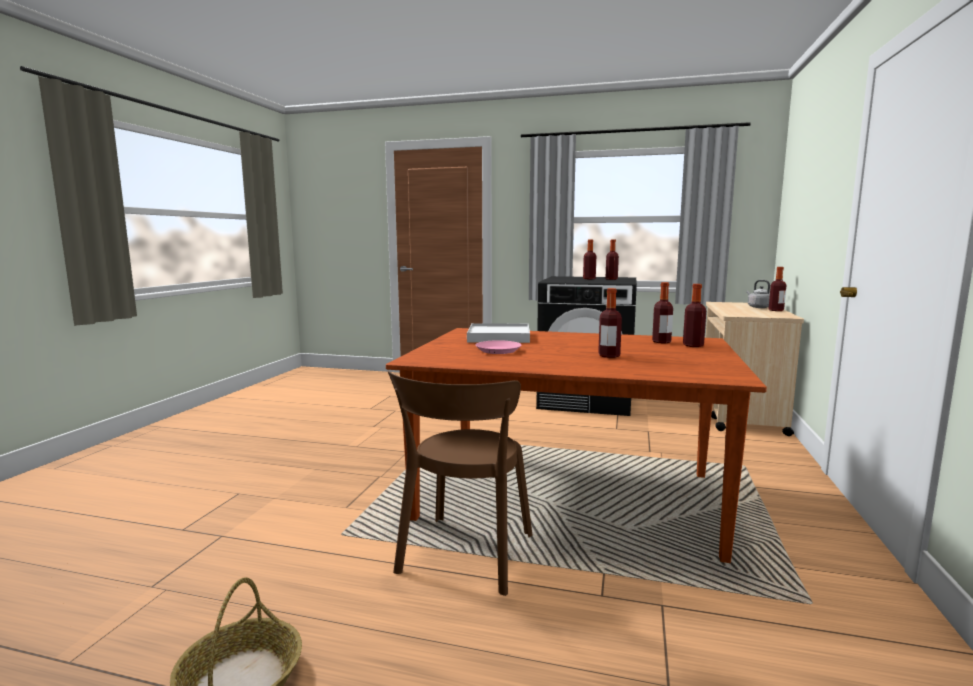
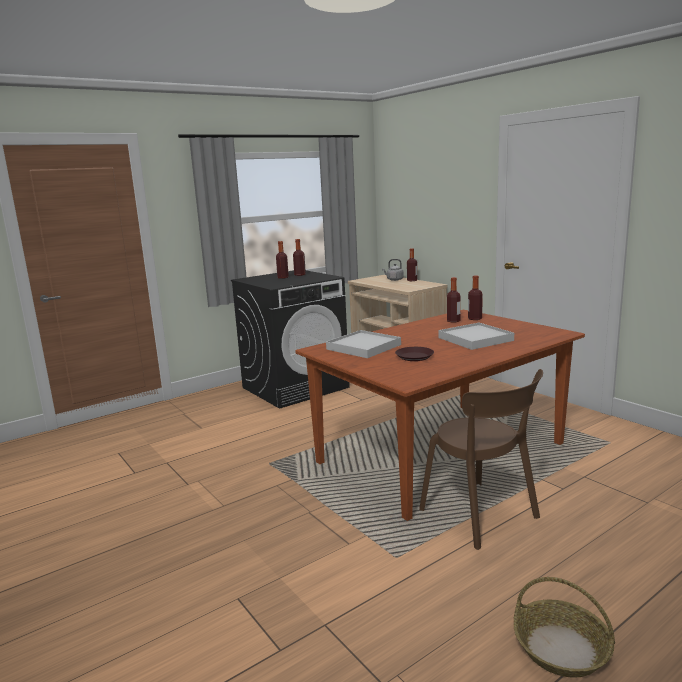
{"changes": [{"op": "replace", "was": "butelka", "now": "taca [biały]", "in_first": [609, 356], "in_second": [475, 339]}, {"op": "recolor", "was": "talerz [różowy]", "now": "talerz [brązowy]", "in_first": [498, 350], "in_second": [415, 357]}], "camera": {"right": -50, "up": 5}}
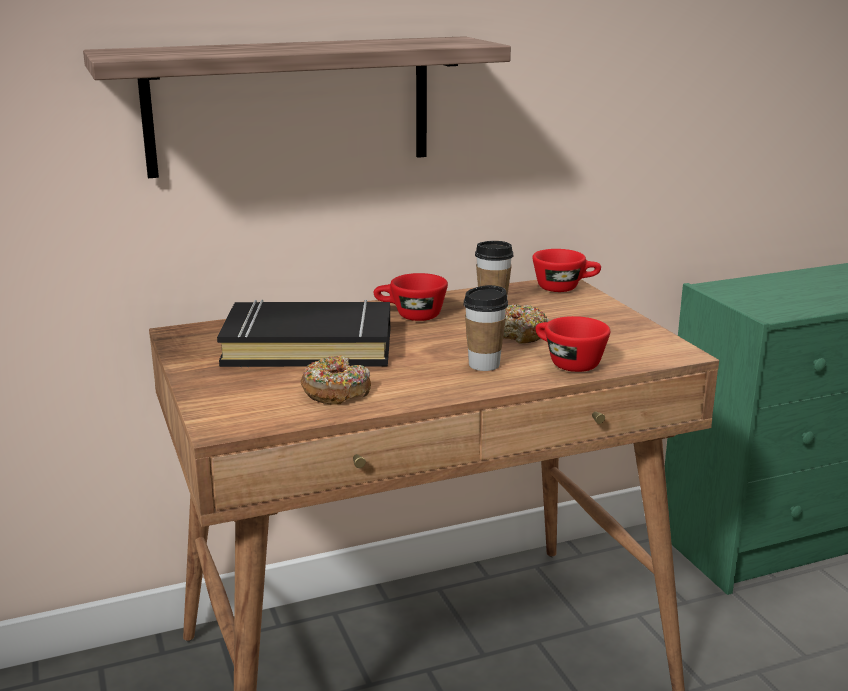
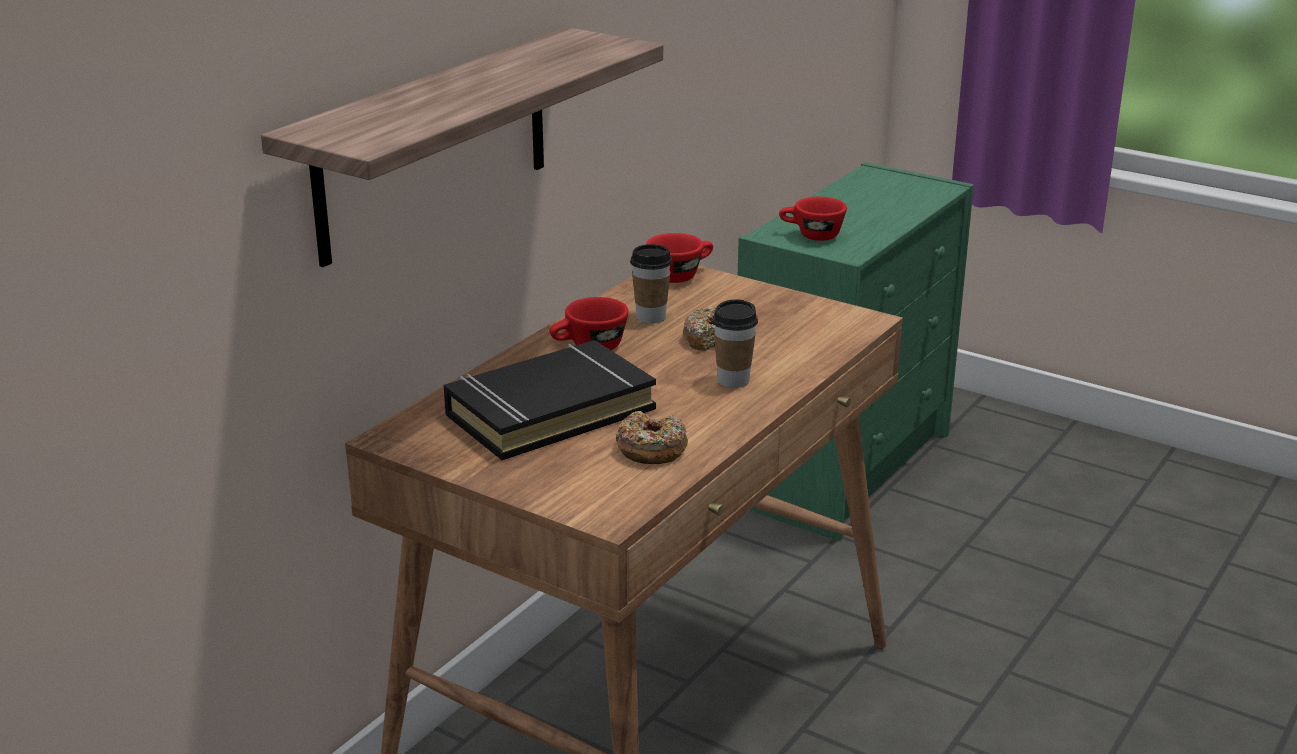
{"changes": [{"op": "move", "was": "filiżanka [czerwony]", "in_first": [567, 363], "in_second": [811, 235]}], "camera": {"right": -35, "up": 5}}
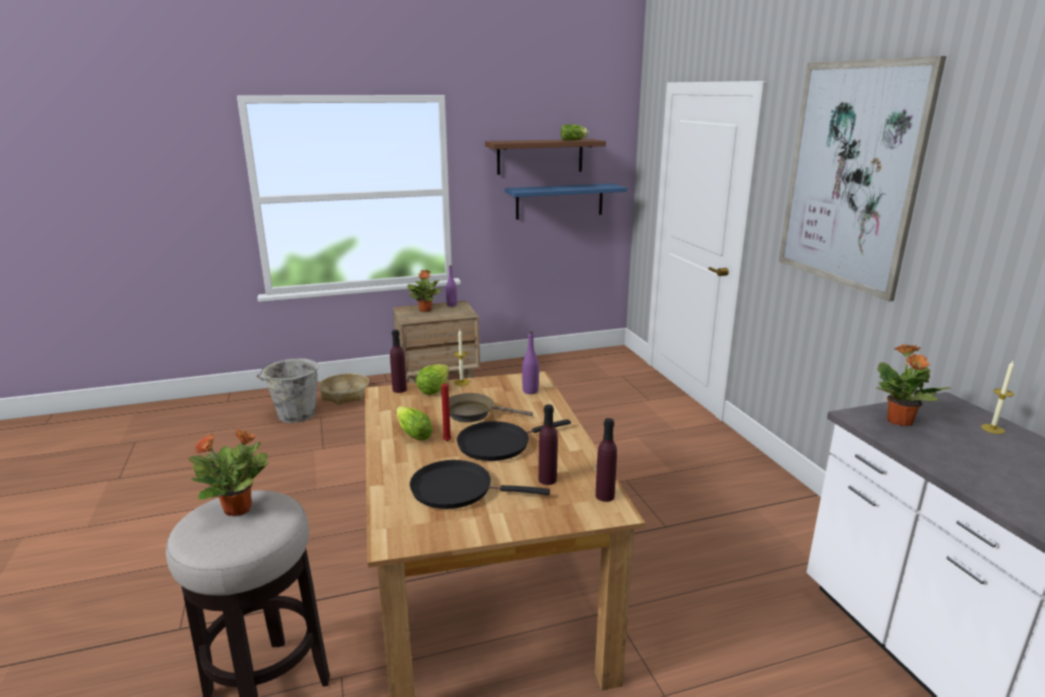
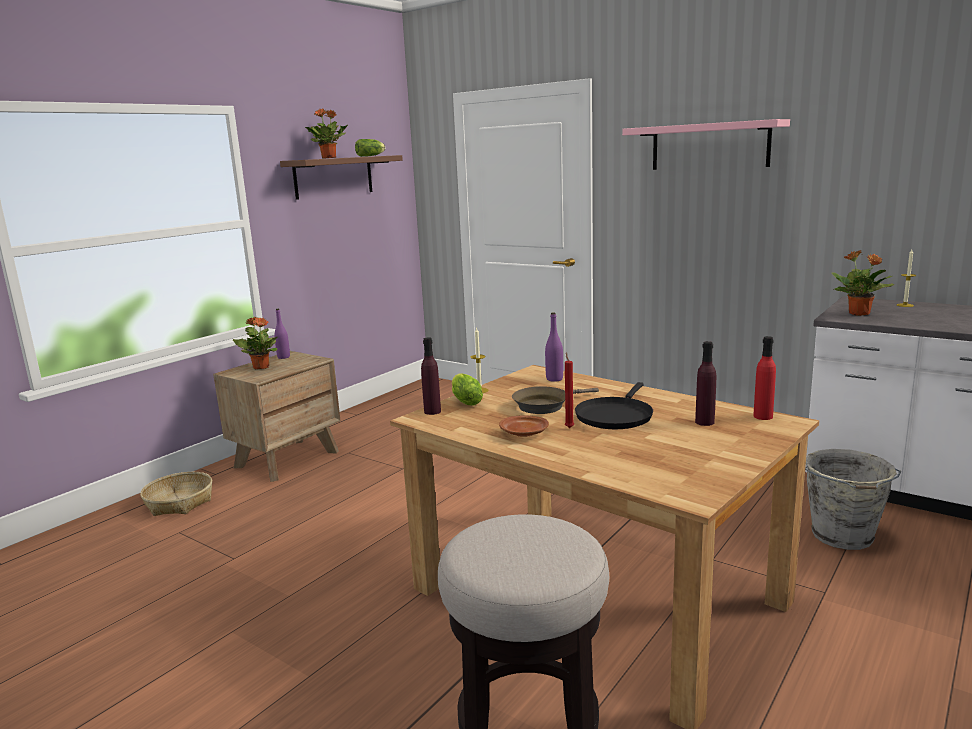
{"changes": [{"op": "replace", "was": "obraz", "now": "półka [różowy]", "in_first": [851, 175], "in_second": [709, 146]}, {"op": "delete", "was": "półka [niebieski]", "in_first": [559, 201]}, {"op": "move", "was": "wiadro [szary]", "in_first": [295, 415], "in_second": [842, 537]}, {"op": "replace", "was": "sałata", "now": "talerz [brązowy]", "in_first": [412, 433], "in_second": [525, 433]}, {"op": "recolor", "was": "butelka [fioletowy]", "now": "butelka [czerwony]", "in_first": [605, 496], "in_second": [763, 416]}, {"op": "move", "was": "roślina doniczkowa", "in_first": [239, 509], "in_second": [329, 158]}, {"op": "delete", "was": "patelnia [czarny]", "in_first": [457, 489]}], "camera": {"right": -35, "up": -5}}
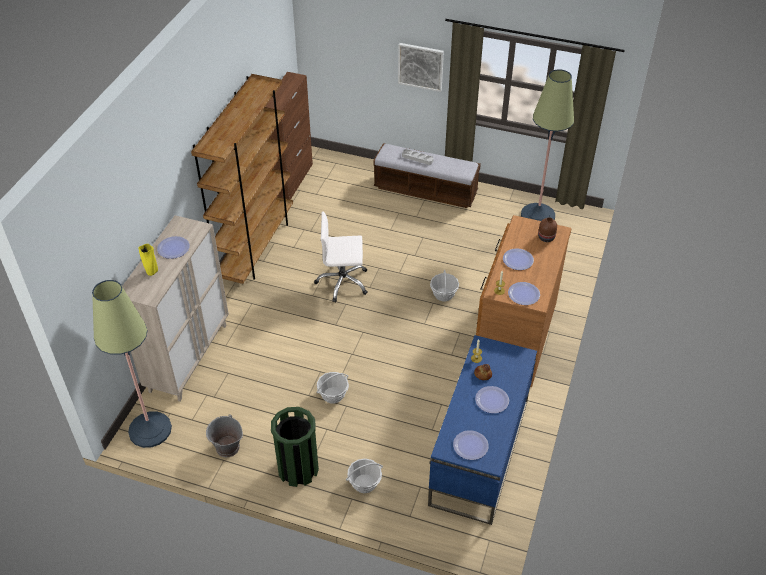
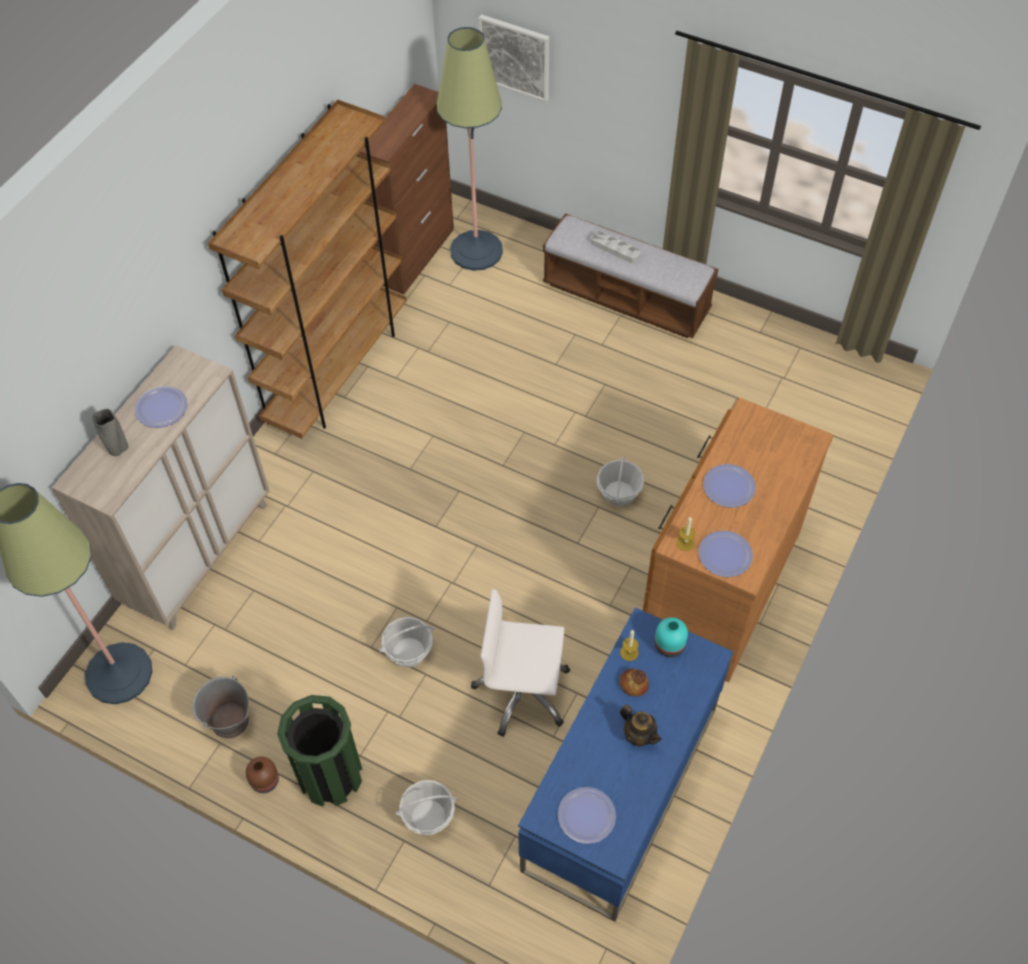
{"changes": [{"op": "move", "was": "obraz", "in_first": [420, 66], "in_second": [515, 57]}, {"op": "move", "was": "lampa stojąca", "in_first": [537, 215], "in_second": [476, 251]}, {"op": "move", "was": "krzesło biurowe [biały]", "in_first": [343, 282], "in_second": [522, 692]}, {"op": "move", "was": "wazon [brązowy]", "in_first": [546, 238], "in_second": [264, 781]}, {"op": "recolor", "was": "wazon [żółty]", "now": "wazon [szary]", "in_first": [151, 272], "in_second": [118, 449]}, {"op": "replace", "was": "talerz", "now": "imbryk", "in_first": [492, 400], "in_second": [639, 735]}, {"op": "insert", "now": "wazon [turkusowy]", "in_second": [669, 645]}], "camera": {"right": 10, "up": 10}}
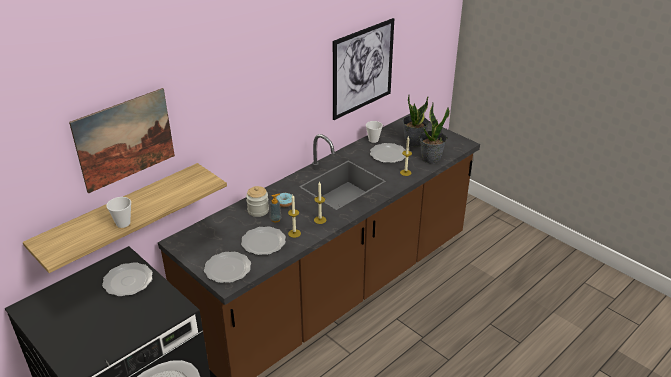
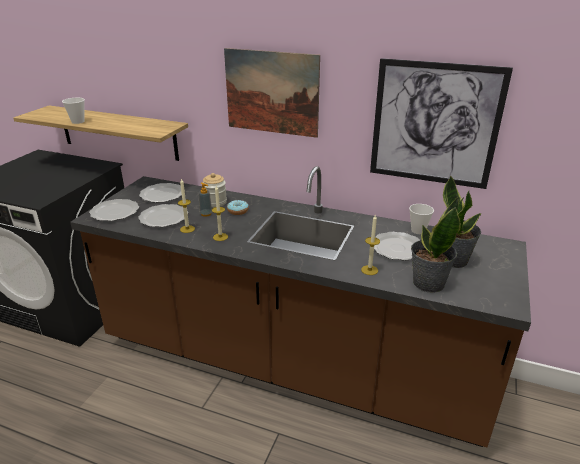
{"changes": [{"op": "move", "was": "obraz", "in_first": [125, 139], "in_second": [271, 92]}, {"op": "move", "was": "talerz", "in_first": [128, 280], "in_second": [163, 194]}], "camera": {"right": 65, "up": -5}}
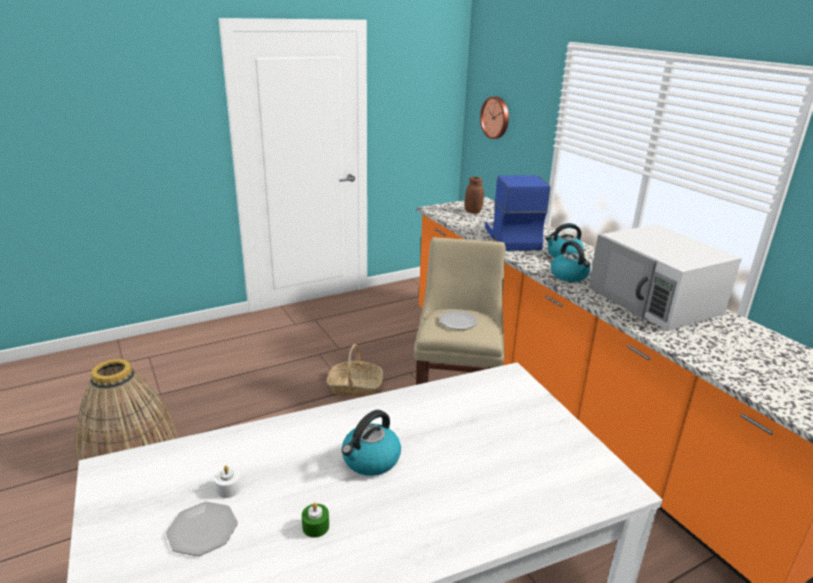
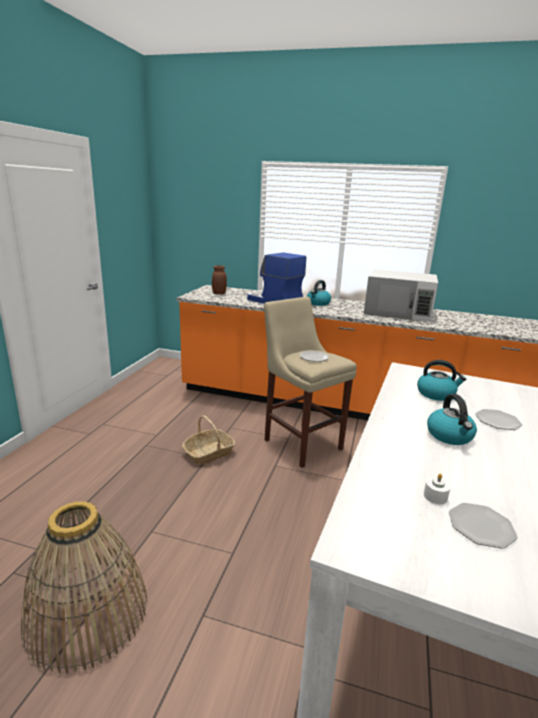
{"changes": [{"op": "delete", "was": "zegar ścienny", "in_first": [496, 117]}, {"op": "move", "was": "czajnik", "in_first": [569, 276], "in_second": [436, 394]}, {"op": "delete", "was": "świeca [zielony]", "in_first": [315, 526]}, {"op": "insert", "now": "talerz", "in_second": [497, 421]}], "camera": {"right": -45, "up": -5}}
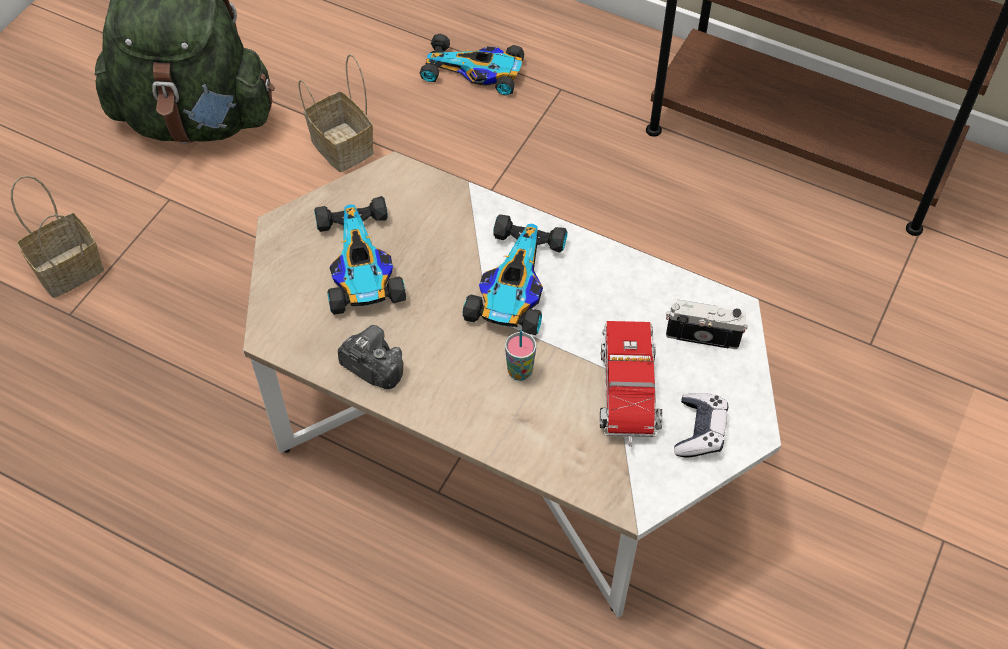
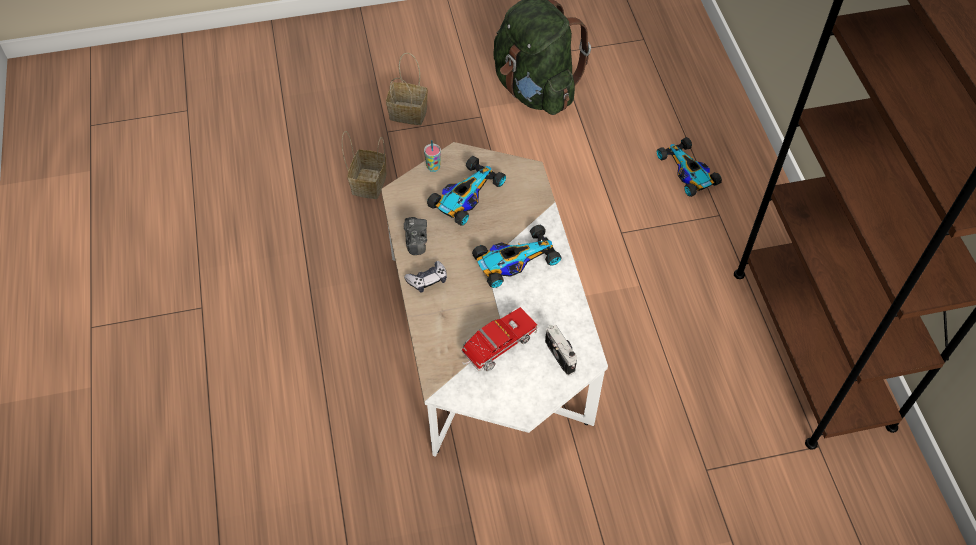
{"changes": [{"op": "move", "was": "koszyk", "in_first": [340, 146], "in_second": [368, 182]}, {"op": "move", "was": "filiżanka", "in_first": [520, 372], "in_second": [433, 167]}, {"op": "move", "was": "pad do gier", "in_first": [700, 431], "in_second": [427, 280]}], "camera": {"right": 50, "up": 0}}
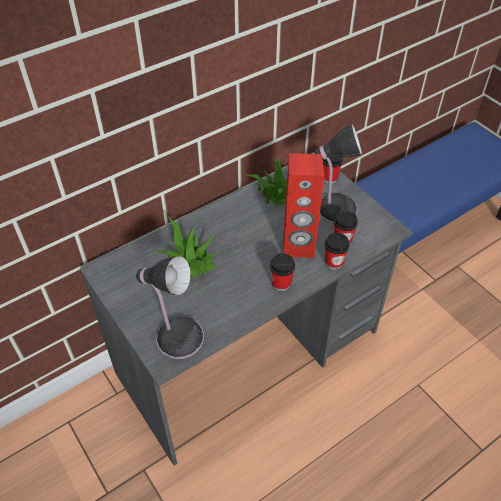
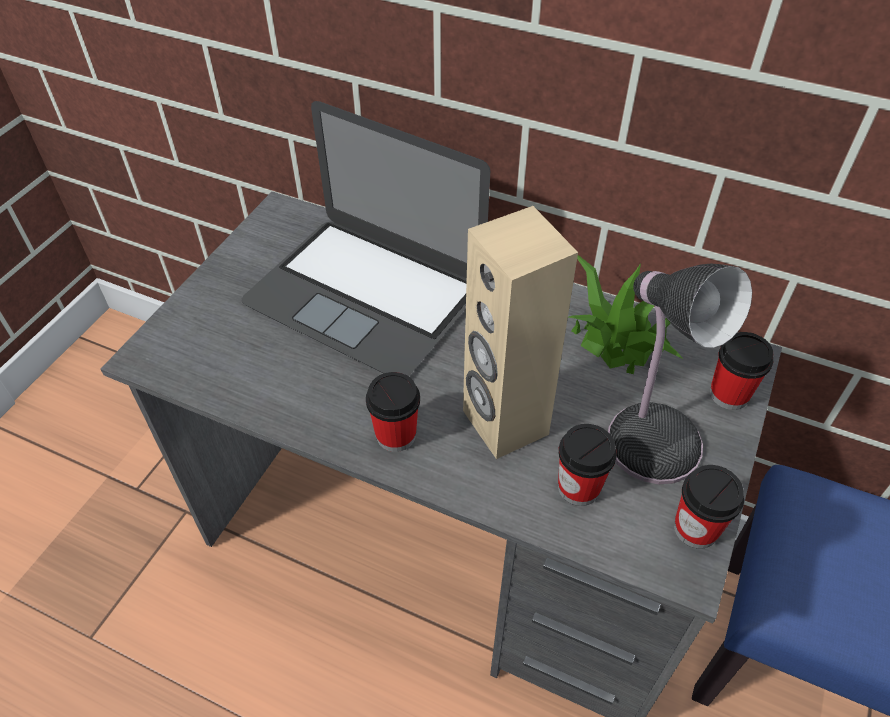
{"changes": [{"op": "recolor", "was": "głośnik [czerwony]", "now": "głośnik [beżowy]", "in_first": [298, 247], "in_second": [504, 423]}, {"op": "replace", "was": "roślina doniczkowa", "now": "laptop", "in_first": [190, 261], "in_second": [365, 294]}, {"op": "move", "was": "filiżanka", "in_first": [334, 262], "in_second": [695, 529]}, {"op": "delete", "was": "lampa stołowa", "in_first": [177, 336]}], "camera": {"right": 60, "up": 0}}
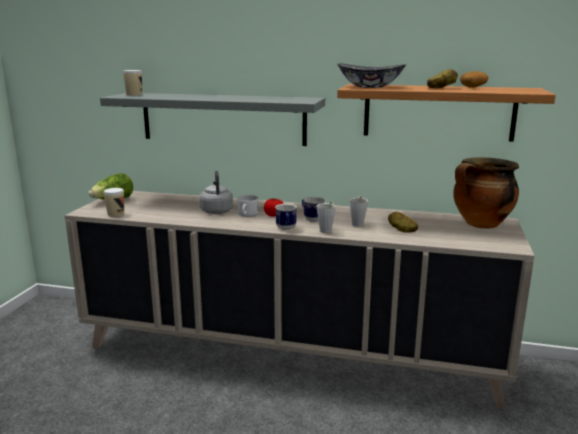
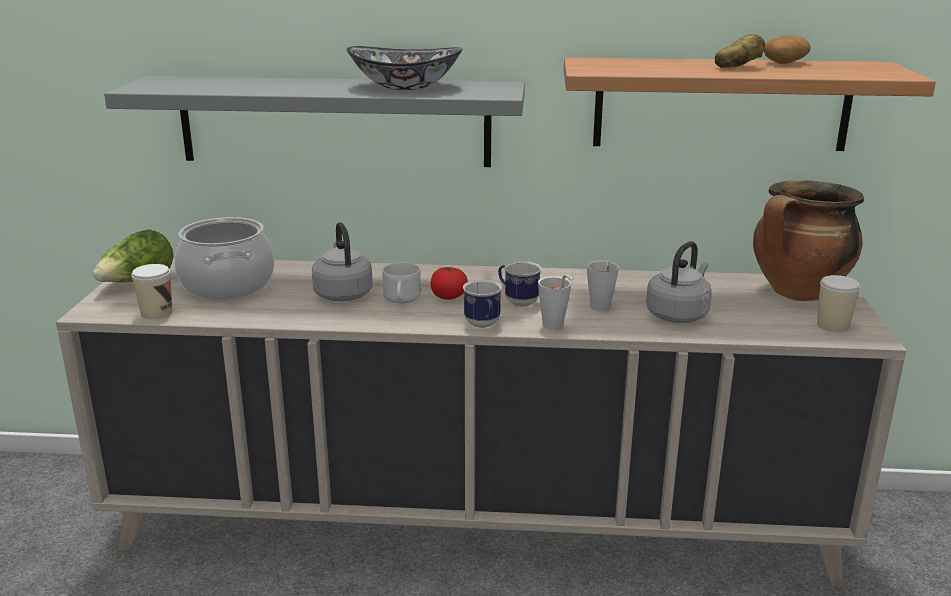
{"changes": [{"op": "move", "was": "miska", "in_first": [370, 87], "in_second": [405, 87]}, {"op": "move", "was": "filiżanka", "in_first": [134, 95], "in_second": [833, 325]}, {"op": "replace", "was": "ziemniak", "now": "czajnik [szary]", "in_first": [402, 230], "in_second": [678, 314]}, {"op": "insert", "now": "garnek", "in_second": [226, 285]}], "camera": {"right": -10, "up": 5}}
